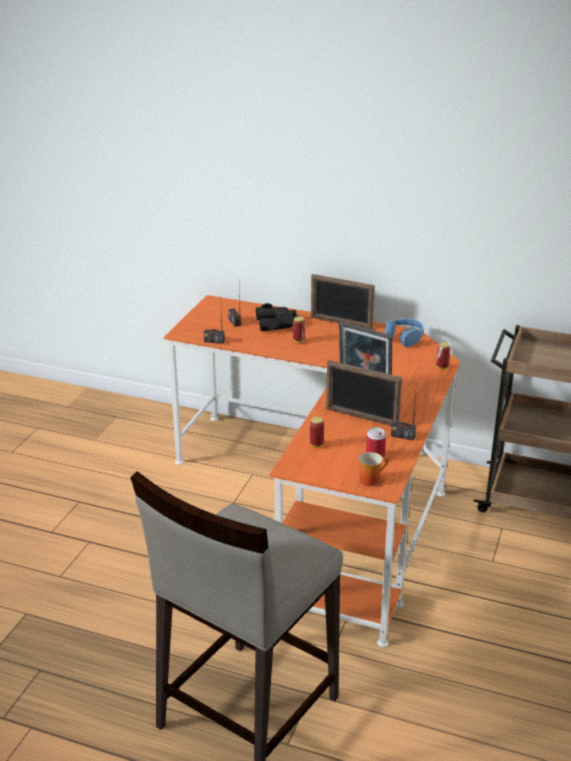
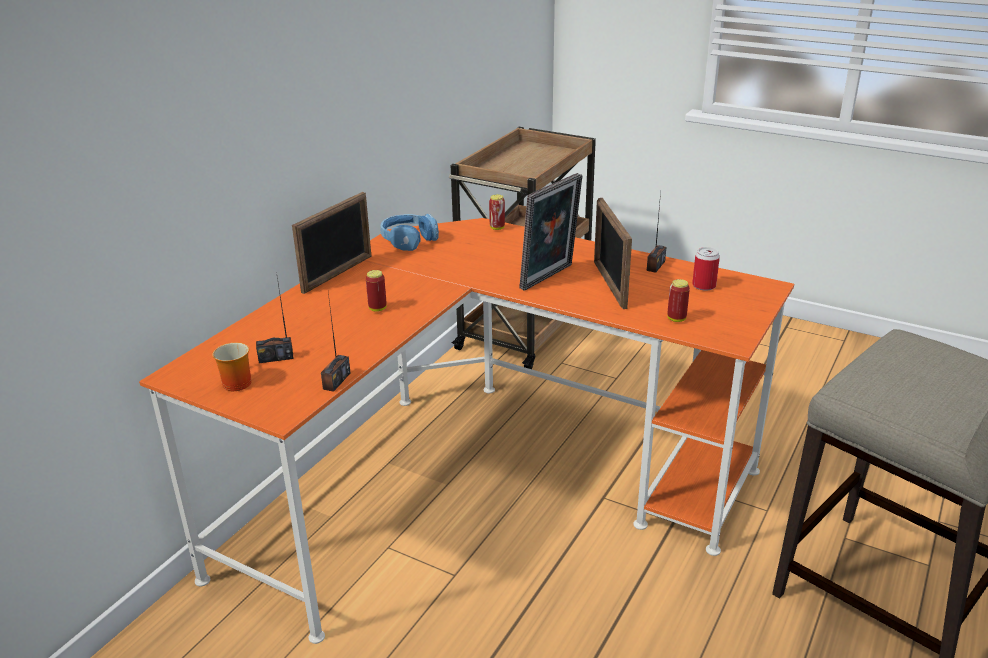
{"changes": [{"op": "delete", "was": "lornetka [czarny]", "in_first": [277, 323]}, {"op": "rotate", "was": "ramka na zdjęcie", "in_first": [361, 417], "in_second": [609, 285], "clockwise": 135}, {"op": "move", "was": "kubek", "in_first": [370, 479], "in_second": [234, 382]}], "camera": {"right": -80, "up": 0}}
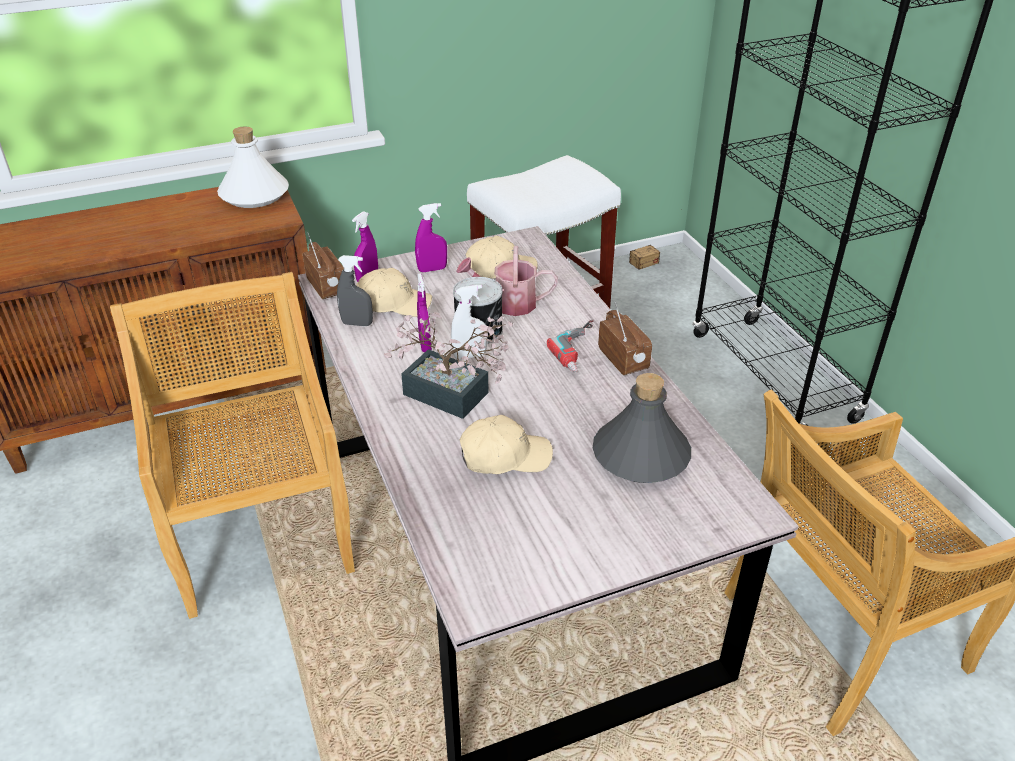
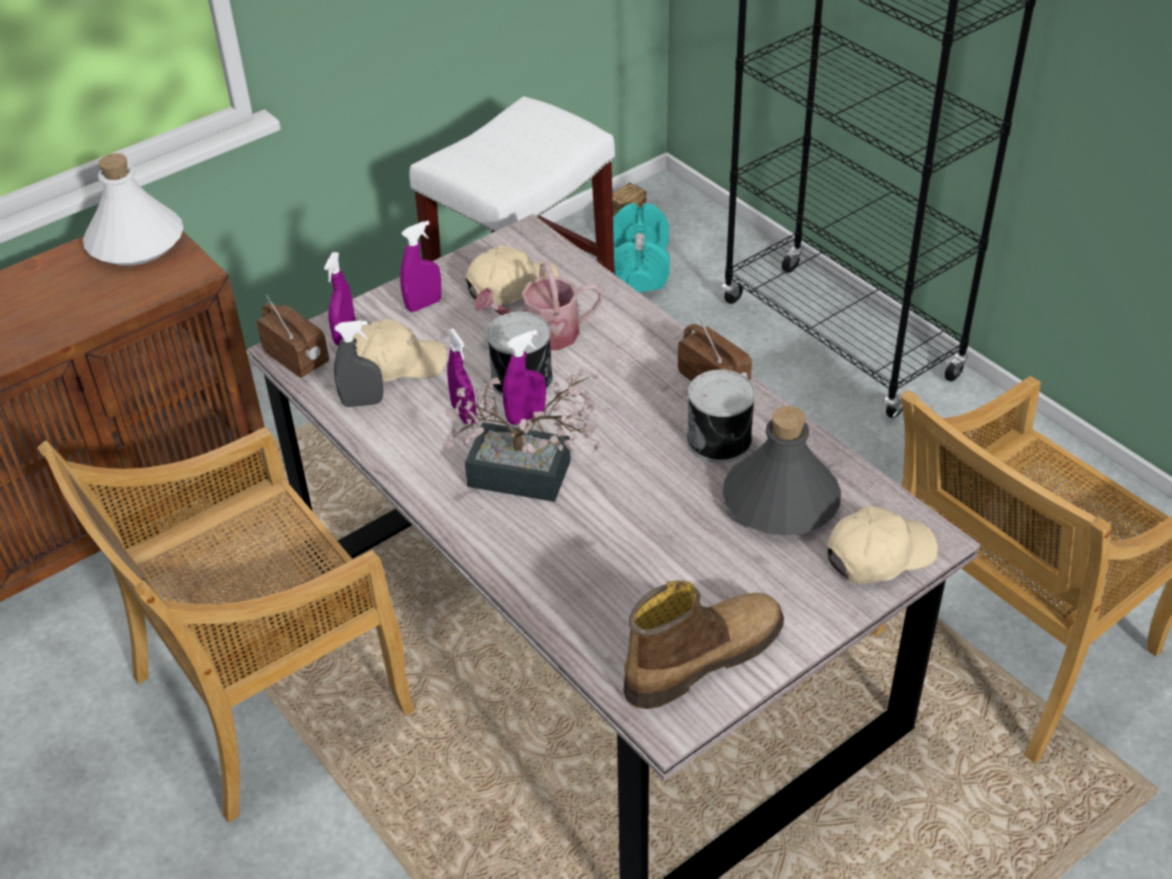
{"changes": [{"op": "rotate", "was": "krzesło [beżowy]", "in_first": [261, 534], "in_second": [267, 698], "clockwise": -90}, {"op": "recolor", "was": "spryskiwacz [biały]", "now": "spryskiwacz [fioletowy]", "in_first": [469, 356], "in_second": [526, 416]}, {"op": "delete", "was": "wiertarka", "in_first": [582, 350]}, {"op": "move", "was": "czapka z daszkiem [beżowy]", "in_first": [504, 456], "in_second": [879, 555]}, {"op": "insert", "now": "hantel [turkusowy]", "in_second": [638, 266]}, {"op": "insert", "now": "puszka", "in_second": [721, 440]}, {"op": "insert", "now": "but z cholewką", "in_second": [701, 657]}], "camera": {"right": -15, "up": 5}}
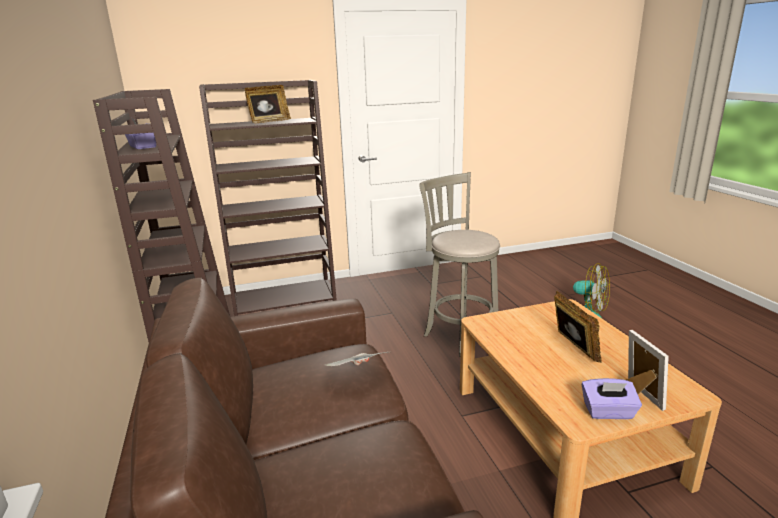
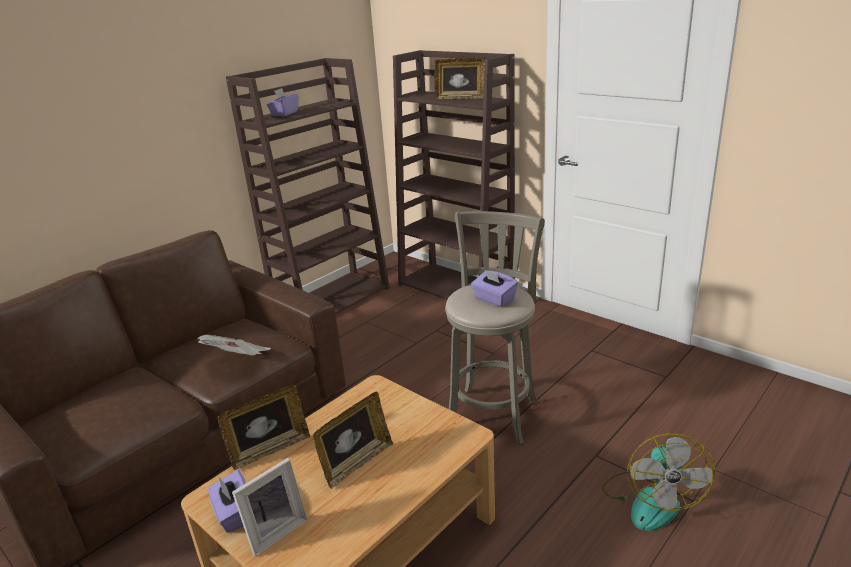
{"changes": [{"op": "insert", "now": "pudełko chusteczek [fioletowy]", "in_second": [494, 299]}, {"op": "insert", "now": "ramka na zdjęcie", "in_second": [269, 449]}], "camera": {"right": 60, "up": 5}}
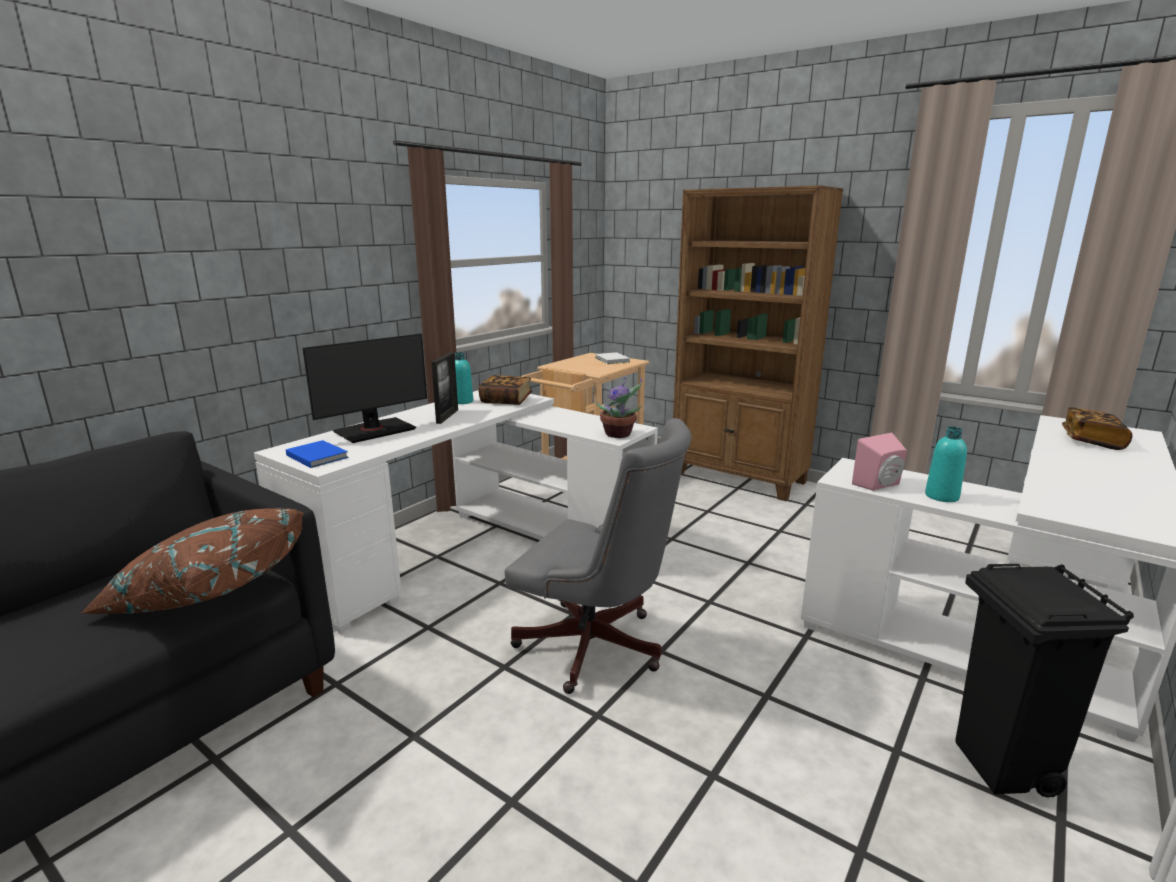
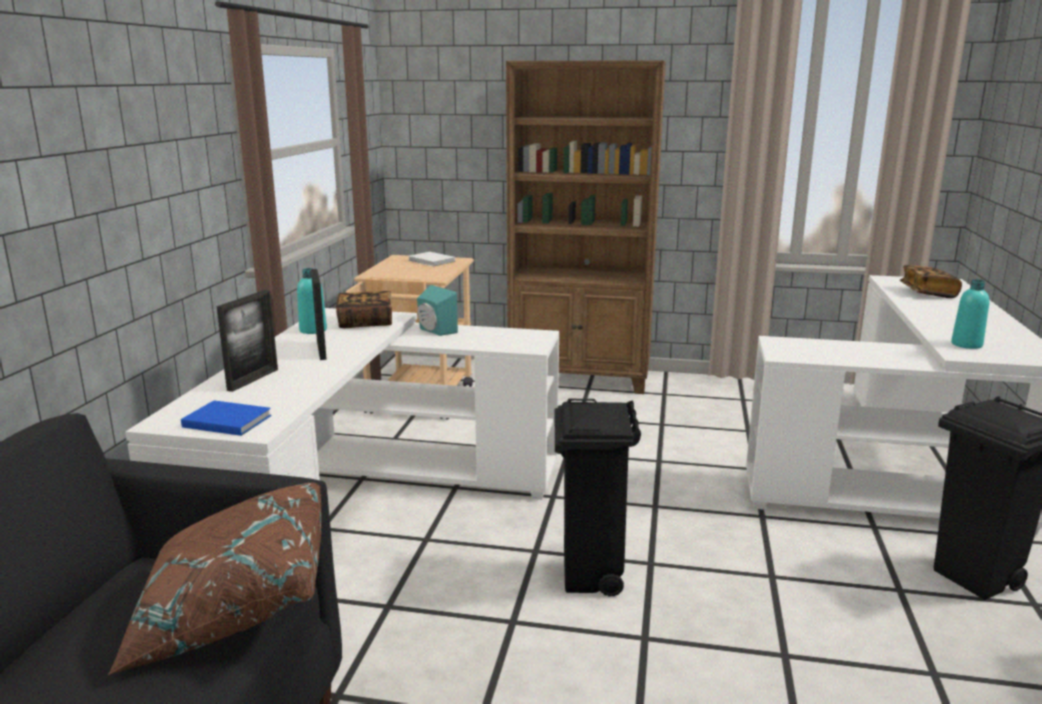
{"changes": [{"op": "replace", "was": "monitor", "now": "ramka na zdjęcie", "in_first": [374, 430], "in_second": [253, 379]}, {"op": "delete", "was": "roślina doniczkowa", "in_first": [619, 434]}, {"op": "replace", "was": "krzesło biurowe [szary]", "now": "kosz na śmieci [czarny]", "in_first": [598, 649], "in_second": [591, 578]}, {"op": "move", "was": "butelka [turkusowy]", "in_first": [941, 496], "in_second": [966, 344]}, {"op": "delete", "was": "głośnik [różowy]", "in_first": [880, 485]}, {"op": "insert", "now": "głośnik [turkusowy]", "in_second": [434, 331]}], "camera": {"right": -25, "up": 0}}
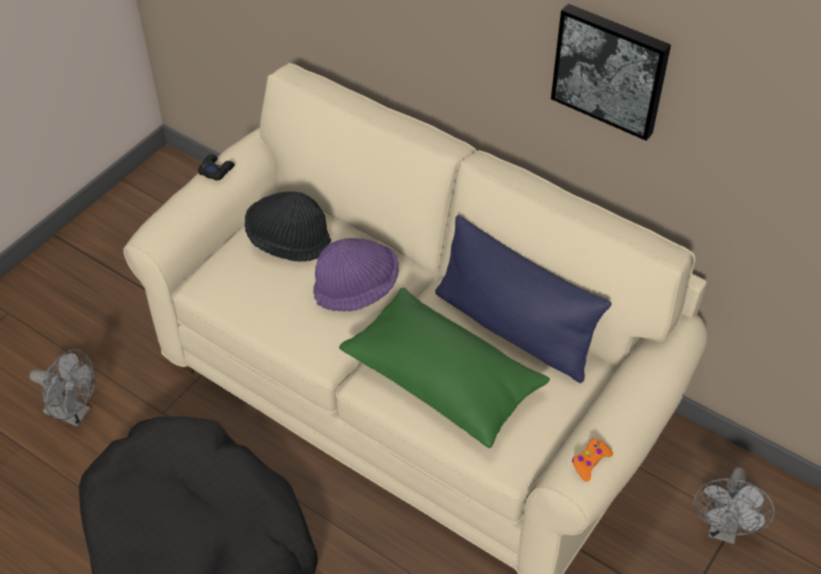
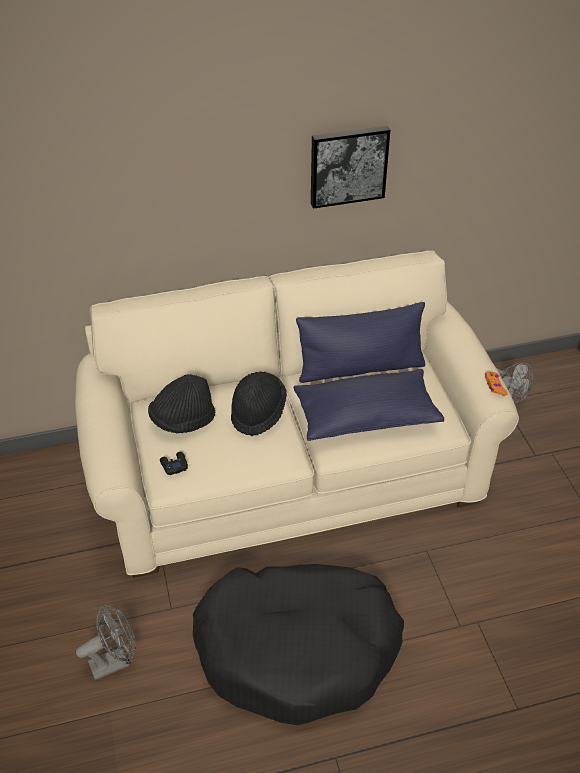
{"changes": [{"op": "move", "was": "pad do gier [czarny]", "in_first": [216, 170], "in_second": [174, 465]}, {"op": "recolor", "was": "kapelusz [fioletowy]", "now": "kapelusz [czarny]", "in_first": [356, 288], "in_second": [258, 412]}, {"op": "recolor", "was": "poduszka [zielony]", "now": "poduszka [niebieski]", "in_first": [442, 380], "in_second": [366, 417]}], "camera": {"right": -50, "up": -5}}
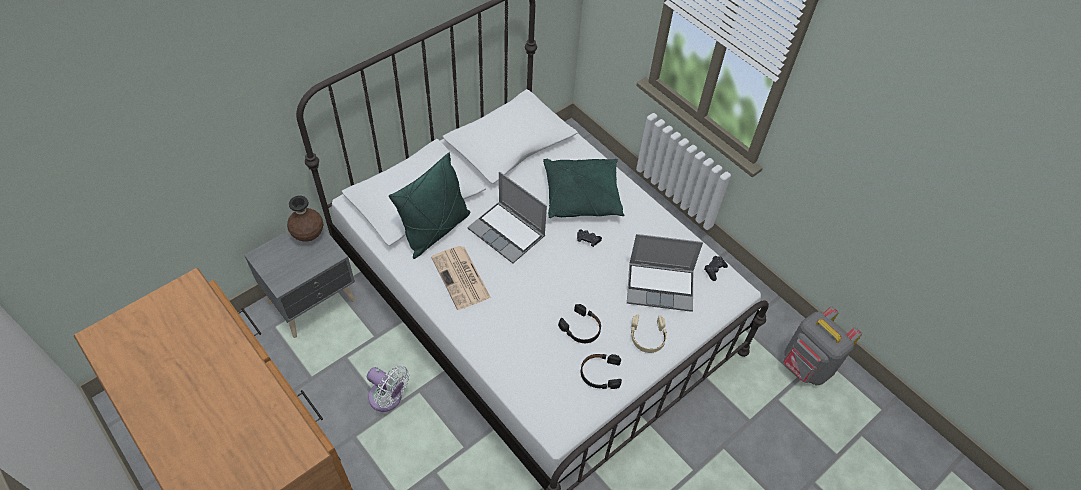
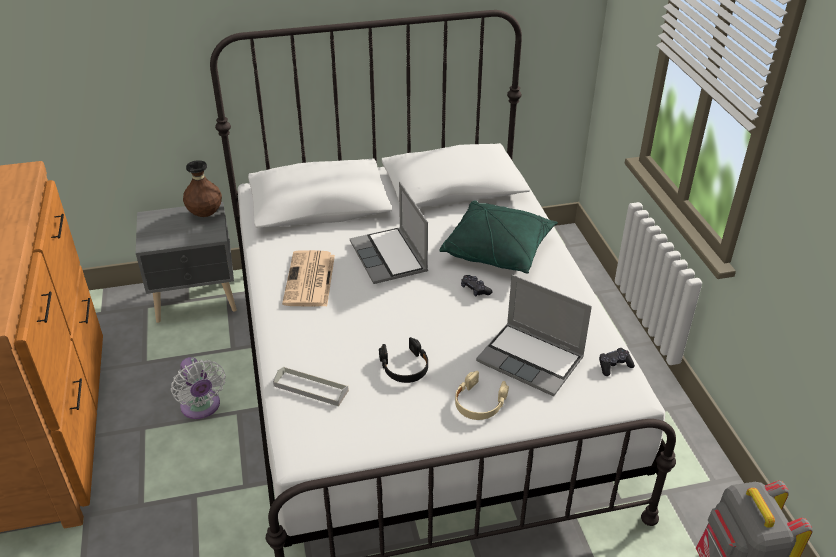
{"changes": [{"op": "delete", "was": "poduszka [zielony]", "in_first": [435, 230]}, {"op": "delete", "was": "słuchawki [czarny]", "in_first": [600, 374]}, {"op": "insert", "now": "taca [szary]", "in_second": [311, 388]}], "camera": {"right": 30, "up": -15}}
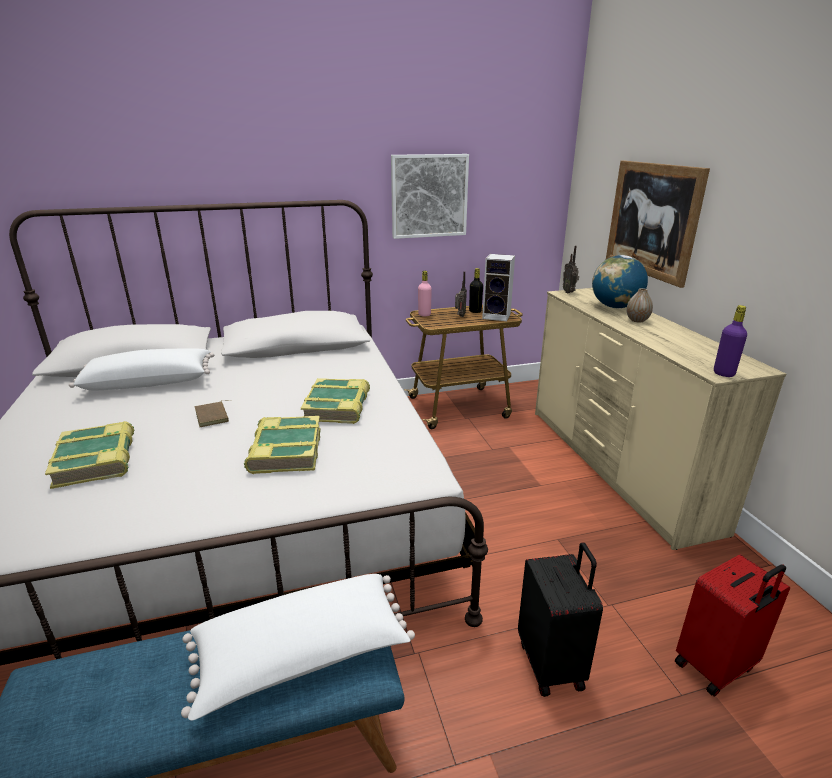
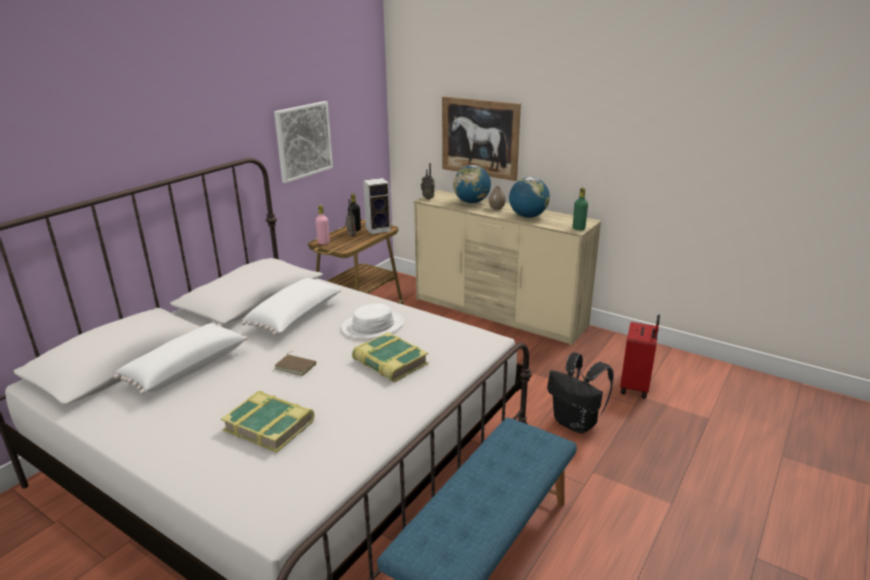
{"changes": [{"op": "recolor", "was": "butelka [fioletowy]", "now": "butelka [zielony]", "in_first": [723, 373], "in_second": [578, 228]}, {"op": "replace", "was": "książka", "now": "kapelusz [biały]", "in_first": [338, 407], "in_second": [373, 326]}, {"op": "replace", "was": "walizka [czarny]", "now": "plecak [czarny]", "in_first": [552, 664], "in_second": [576, 423]}, {"op": "move", "was": "poduszka [biały]", "in_first": [302, 658], "in_second": [296, 317]}, {"op": "insert", "now": "globus", "in_second": [528, 216]}], "camera": {"right": -40, "up": 0}}
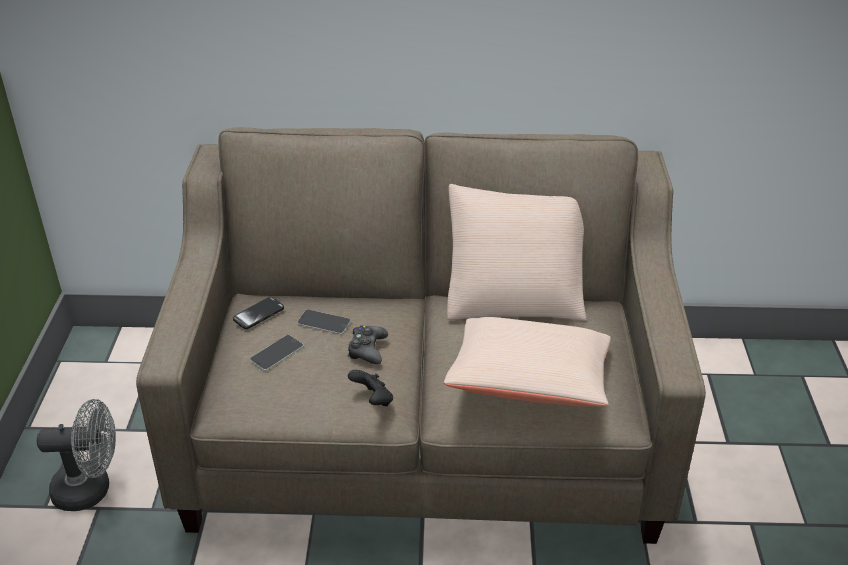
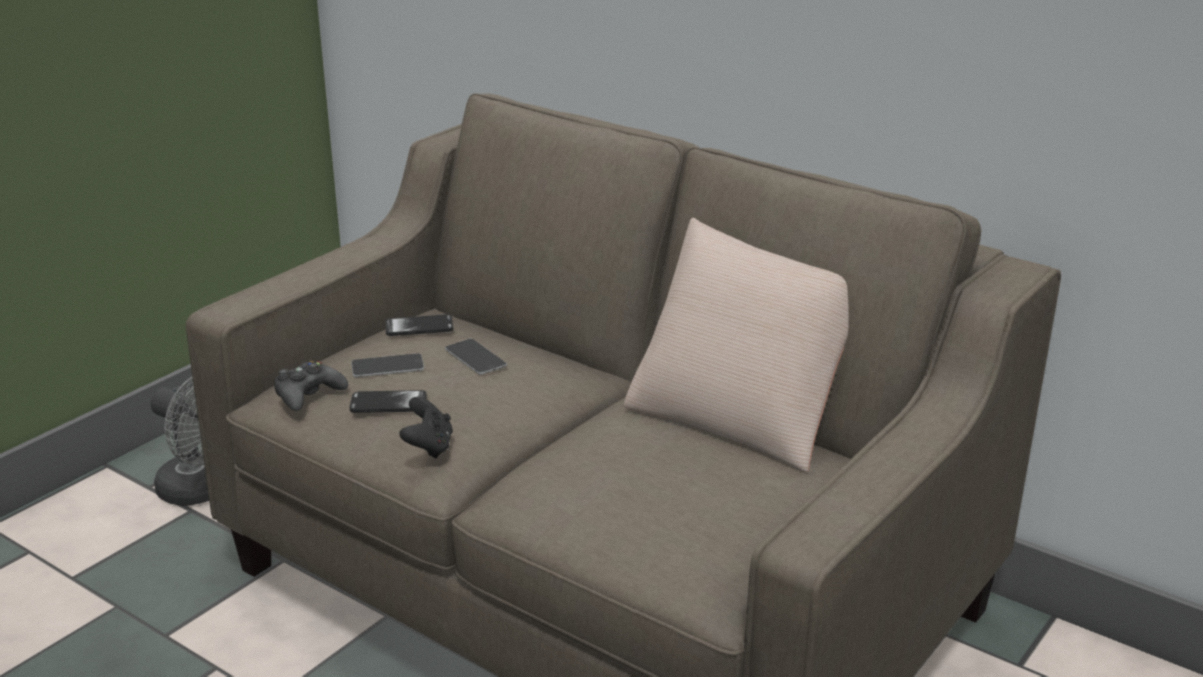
{"changes": [{"op": "delete", "was": "poduszka [beżowy]", "in_first": [529, 382]}, {"op": "move", "was": "pad do gier [czarny]", "in_first": [367, 349], "in_second": [308, 394]}, {"op": "insert", "now": "telefon", "in_second": [388, 404]}], "camera": {"right": 35, "up": -10}}
